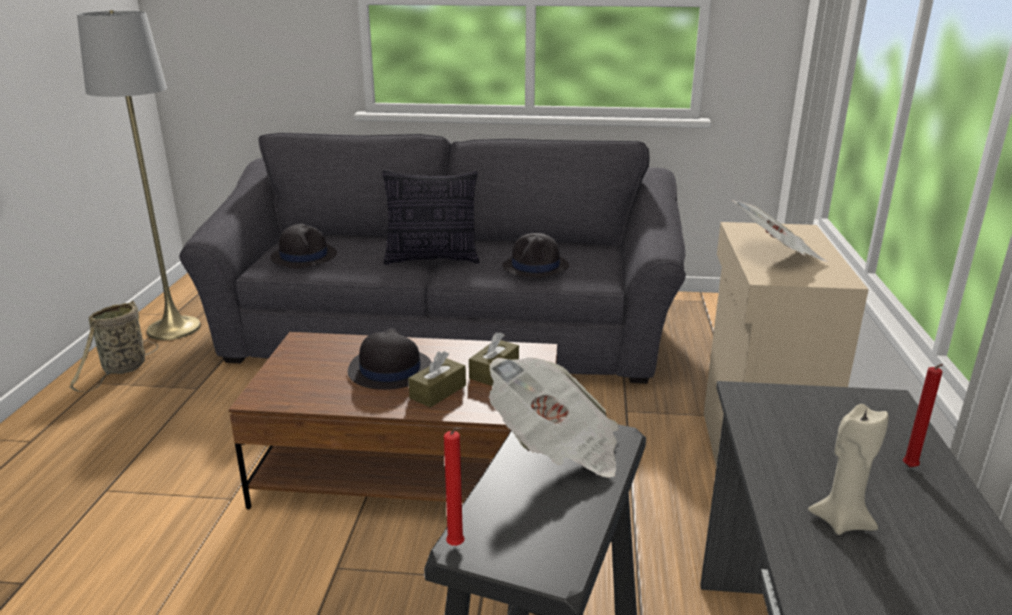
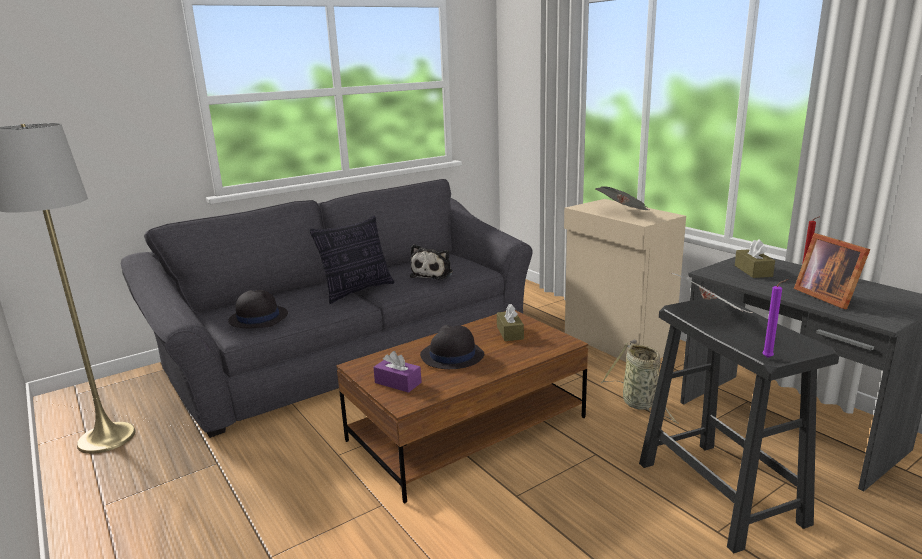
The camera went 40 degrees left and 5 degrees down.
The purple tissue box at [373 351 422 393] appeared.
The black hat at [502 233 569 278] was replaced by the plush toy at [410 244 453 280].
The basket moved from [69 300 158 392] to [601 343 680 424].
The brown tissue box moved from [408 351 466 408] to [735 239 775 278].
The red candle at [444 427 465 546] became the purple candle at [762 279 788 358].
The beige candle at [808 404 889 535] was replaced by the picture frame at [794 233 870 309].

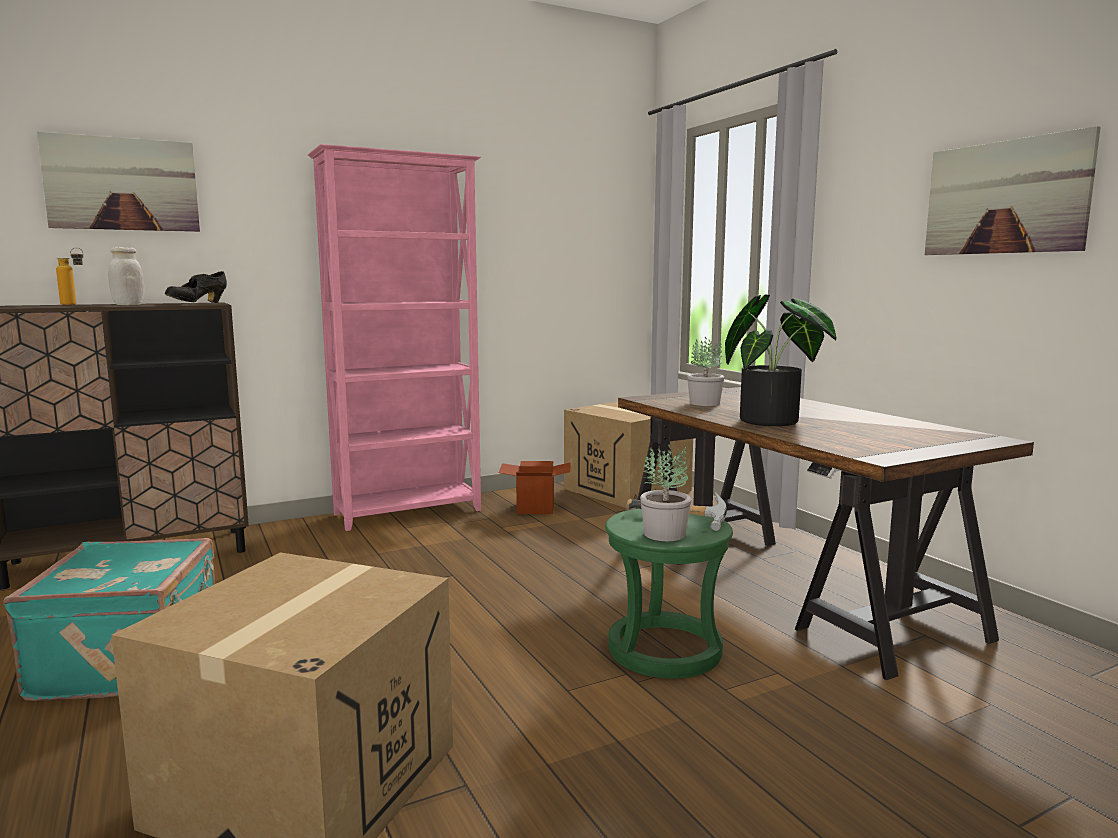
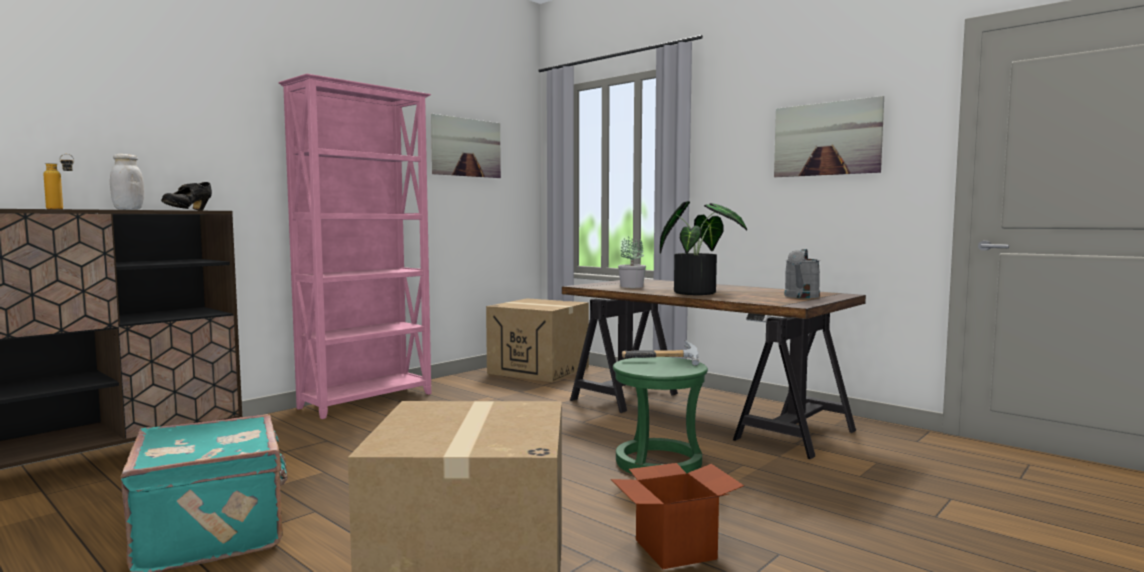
The camera went 20 degrees left and 5 degrees down.
The picture moved from [37 131 200 232] to [431 114 501 178].
The cardboard box moved from [499 461 571 514] to [611 463 744 569].
The grey watering can at [784 249 820 298] appeared.
The potted plant at [640 445 692 541] disappeared.

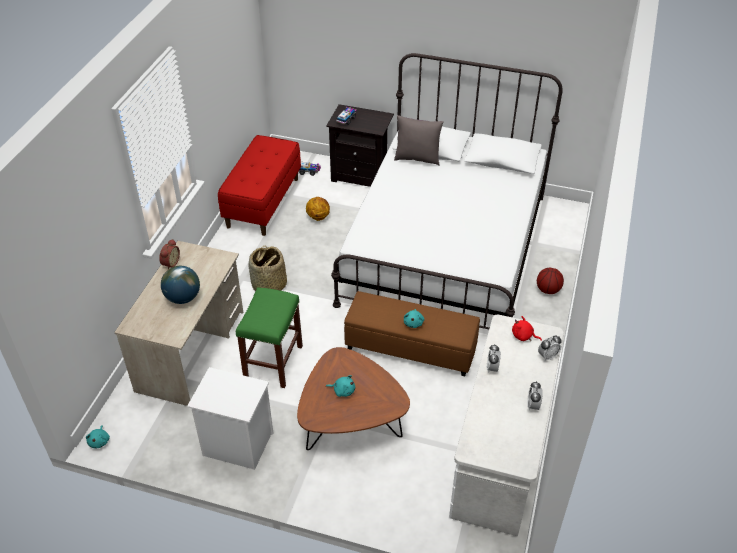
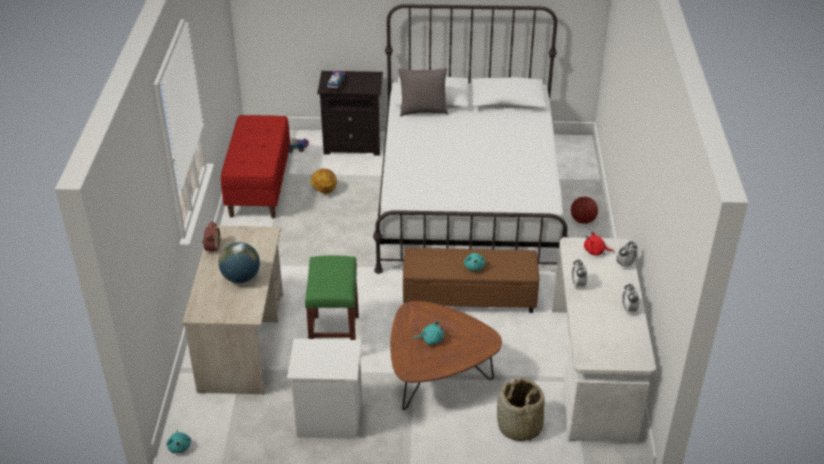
The camera went 15 degrees left and 5 degrees down.
The basket moved from [248 245 287 291] to [497 378 545 443].

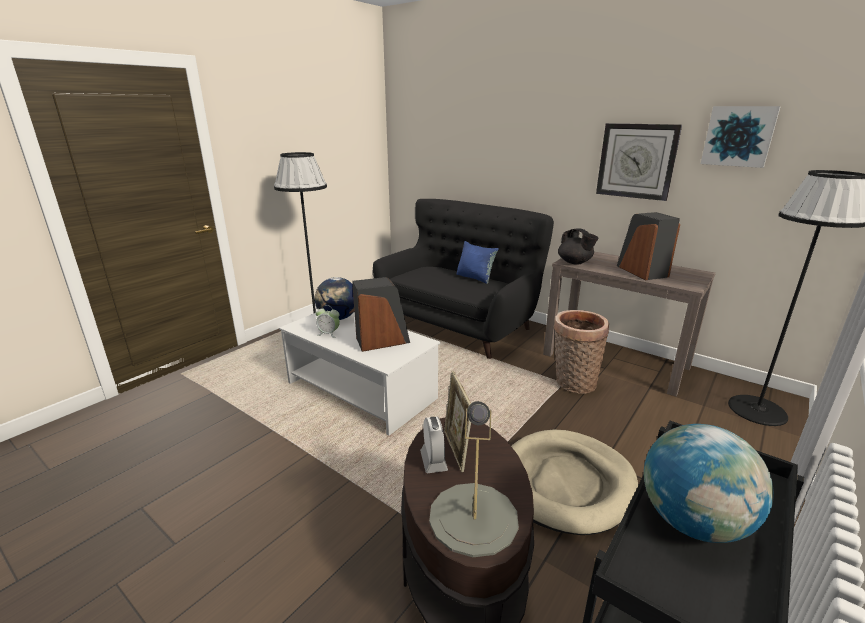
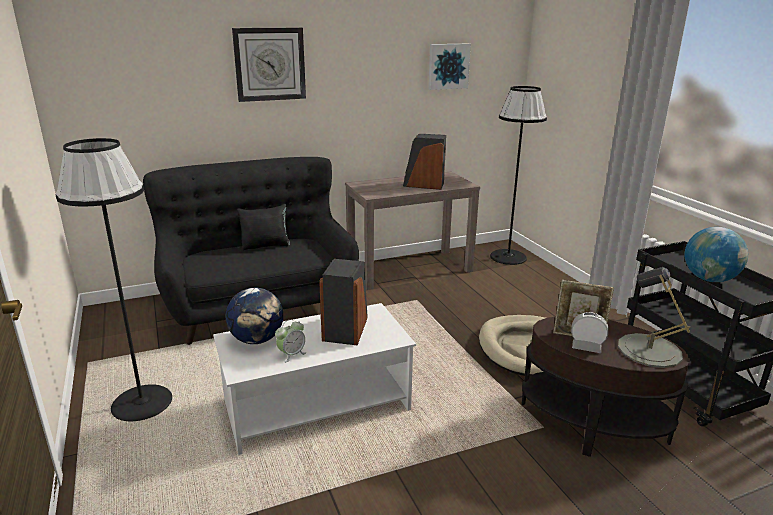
The camera went 60 degrees left and 0 degrees up.
The wall clock moved from [596 123 682 201] to [232 28 306 102].
The blue pillow at [456 241 499 284] became the black pillow at [237 204 290 250].
The basket at [553 310 609 394] disappeared.
The black teapot at [558 228 598 265] disappeared.

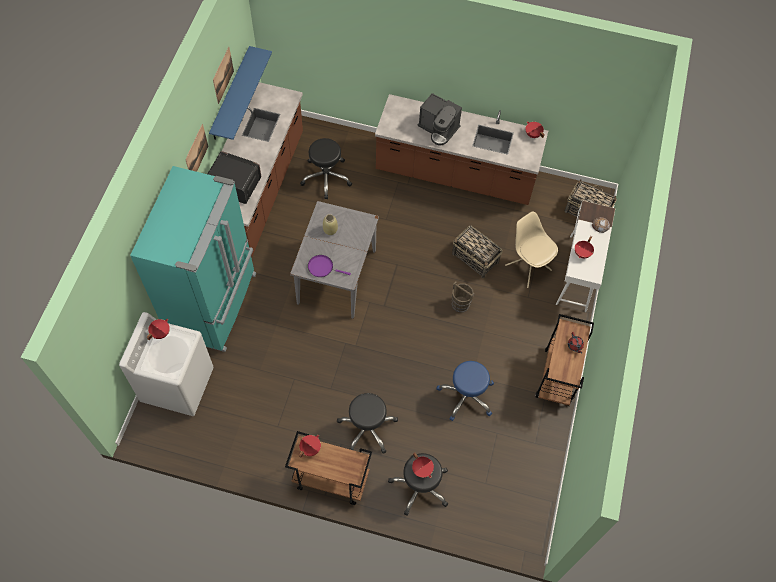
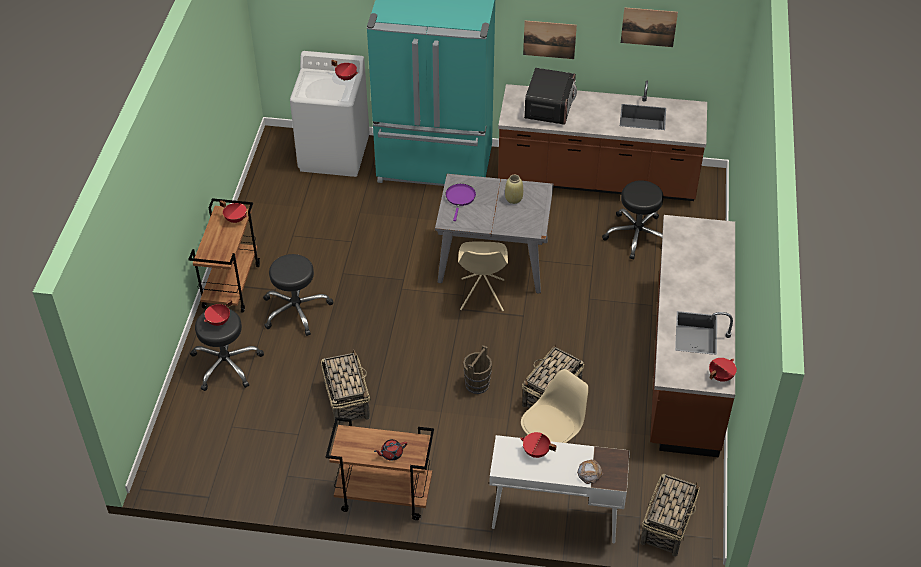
The camera went 85 degrees right and 15 degrees down.
The blue stool at [436 361 494 421] was replaced by the basket at [321 350 371 426].
The beige chair at [458 241 508 311] appeared.
The blue shelf at [209 46 272 140] disappeared.
The coffee machine at [417 93 462 145] disappeared.

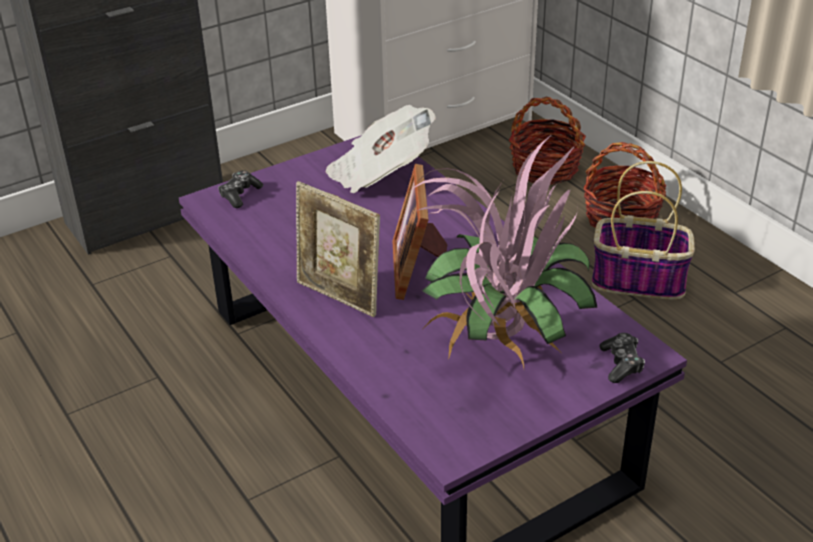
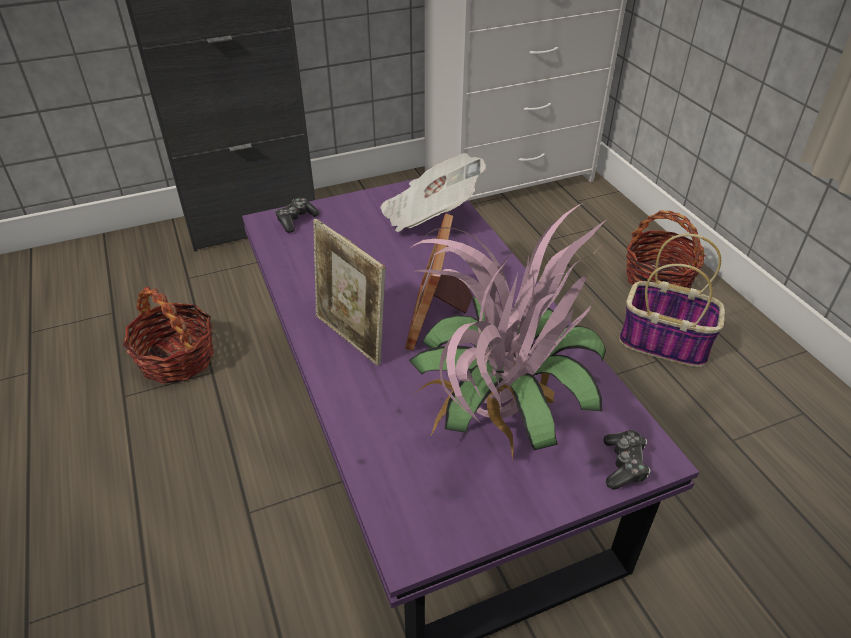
The camera went 10 degrees right and 5 degrees up.
The basket moved from [509 97 586 185] to [123 286 214 384].

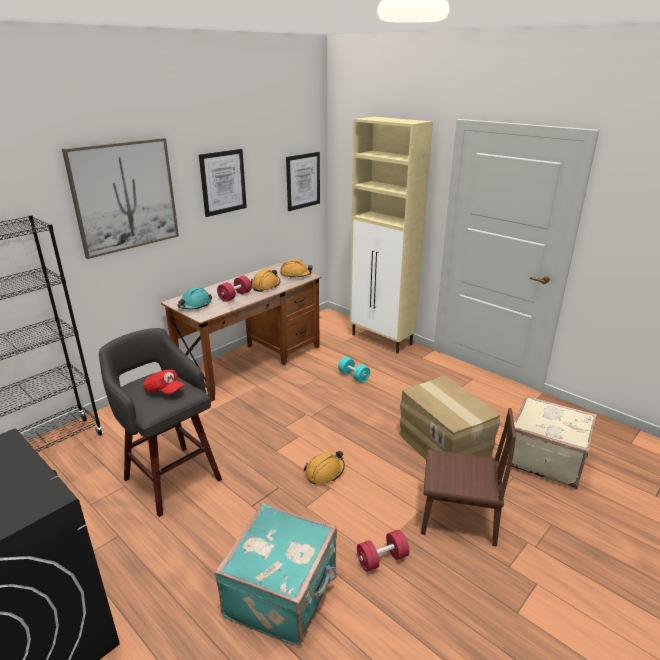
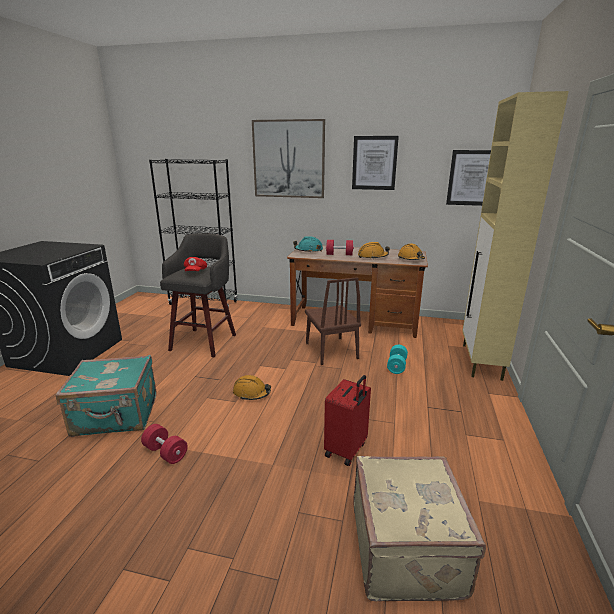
The camera went 60 degrees right and 5 degrees down.
The brown chair moved from [421 408 516 547] to [305 277 361 365].
The cardboard box at [399 376 500 460] was replaced by the red suitcase at [324 375 371 466].

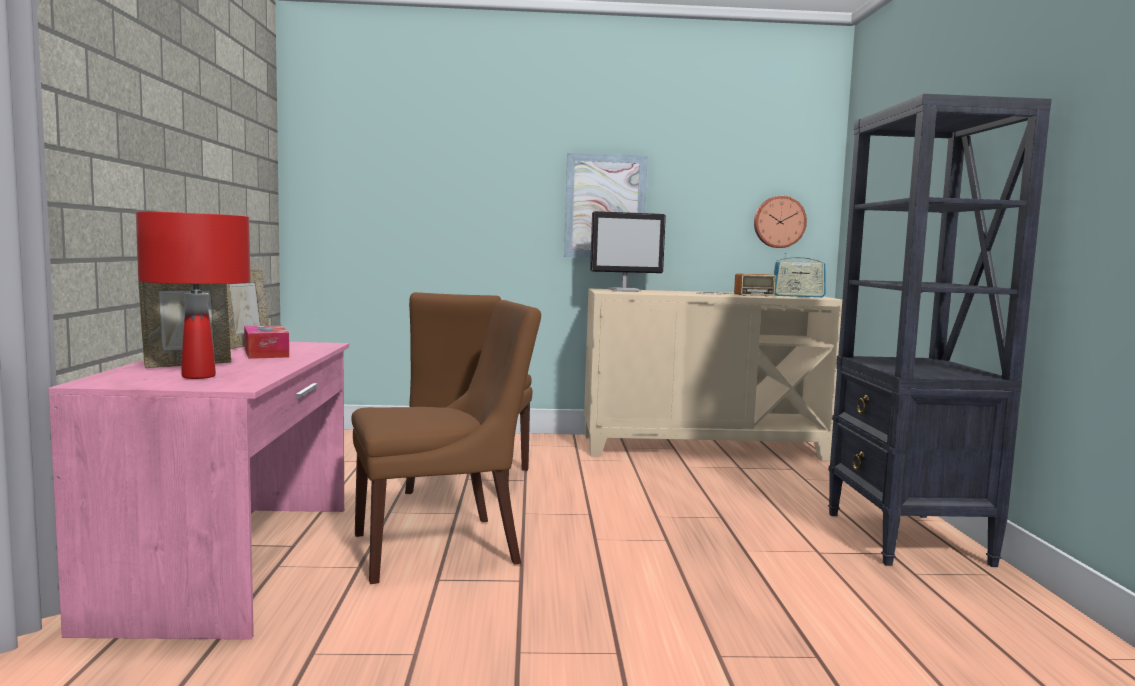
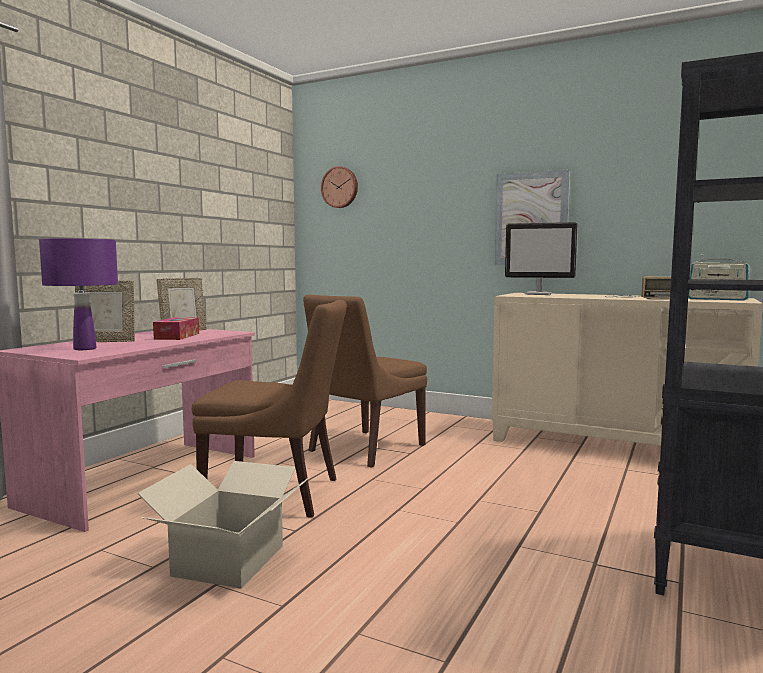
The camera went 30 degrees right and 0 degrees up.
The red table lamp at [136 212 251 379] became the purple table lamp at [39 238 118 350].
The cardboard box at [137 461 310 589] appeared.
The wall clock moved from [754 196 807 248] to [321 166 358 208].

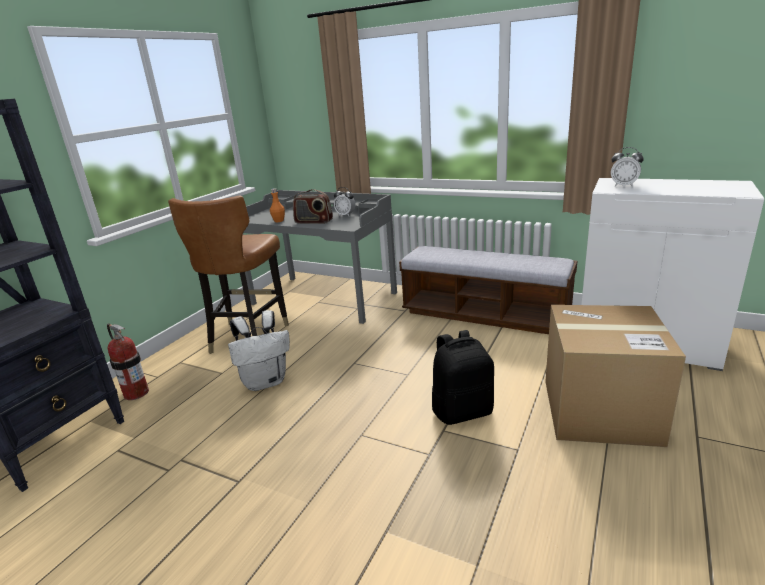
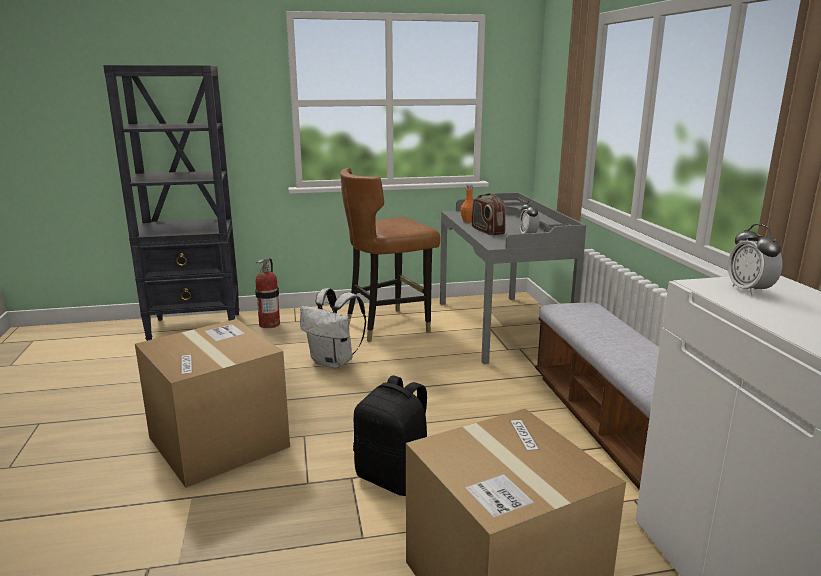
The camera went 50 degrees right and 5 degrees down.
The cardboard box at [135 319 290 488] appeared.

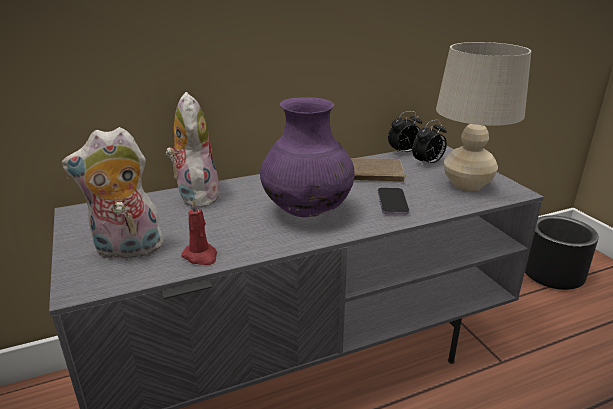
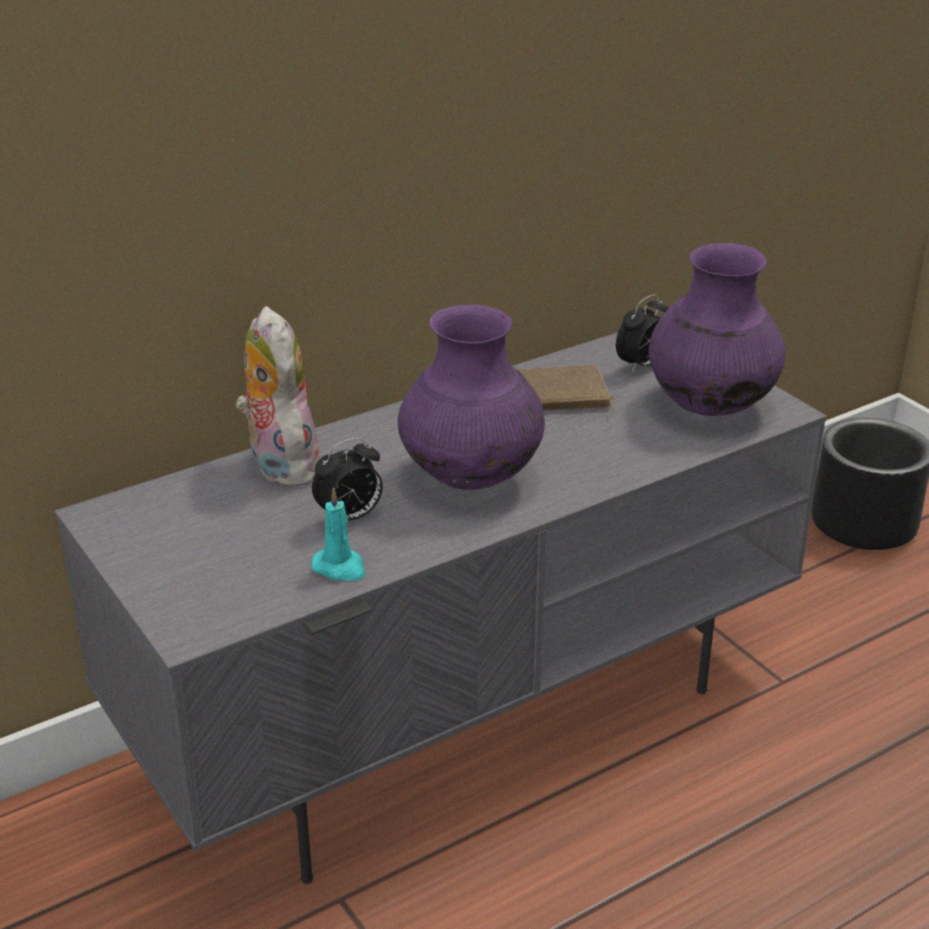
The camera went 10 degrees left and 5 degrees up.
The red candle at [181 199 217 265] became the turquoise candle at [311 488 366 581].
The alarm clock moved from [388 111 422 154] to [312 438 383 520].
The beige table lamp at [436 42 531 191] was replaced by the purple vase at [649 243 785 416].
The plush toy at [61 127 167 260] disappeared.
The phone at [378 188 409 215] disappeared.

